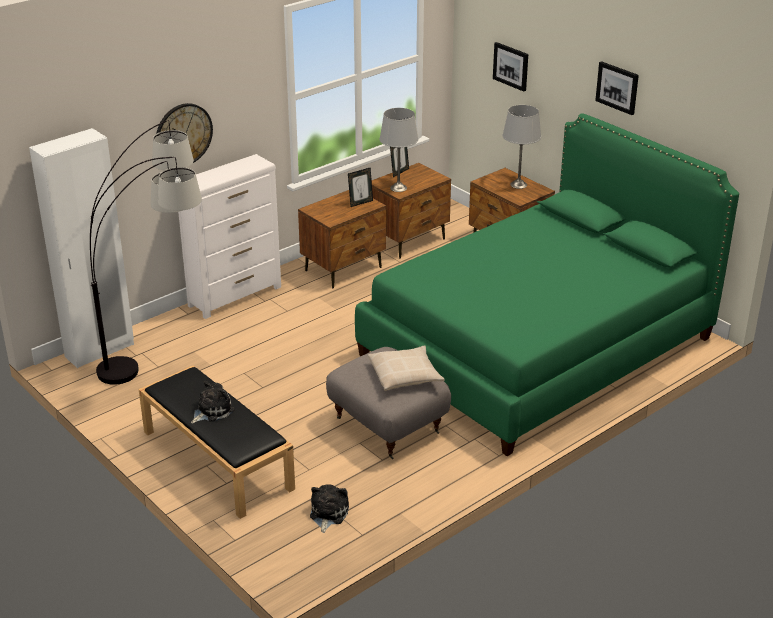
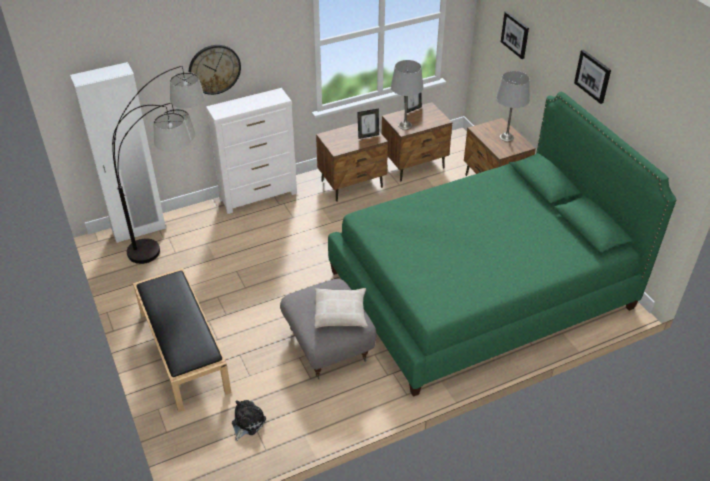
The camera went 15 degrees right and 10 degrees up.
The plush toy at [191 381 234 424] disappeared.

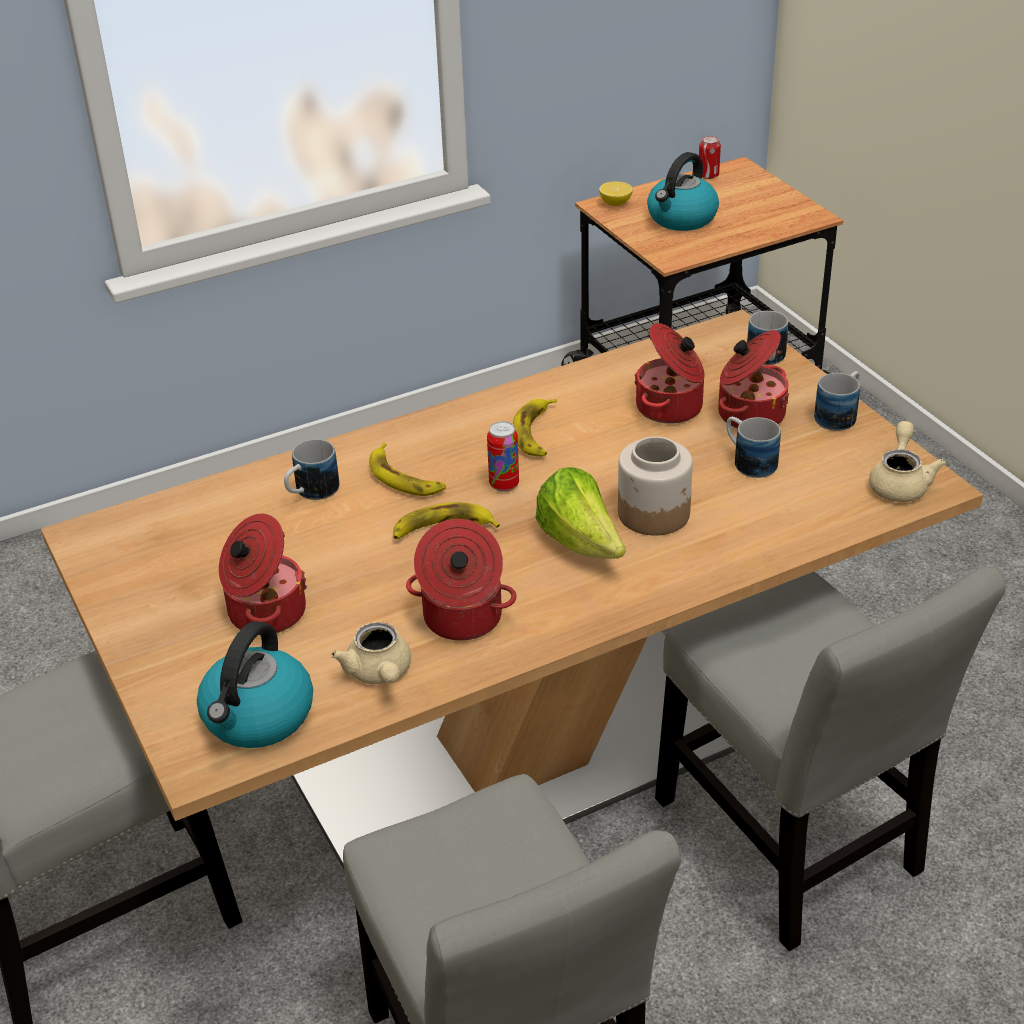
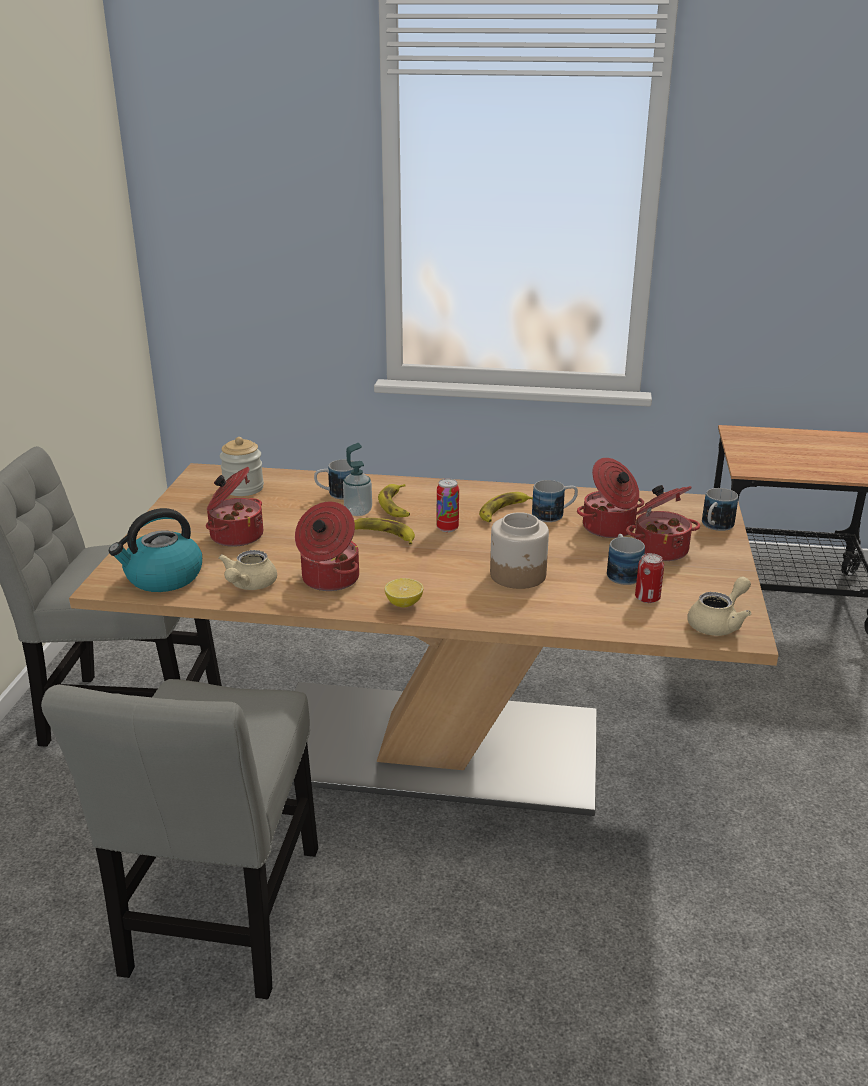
The camera went 35 degrees right and 10 degrees down.
The jar at [220 437 264 496] appeared.
The soap dispenser at [343 443 372 516] appeared.
The lemon moved from [599 181 633 206] to [385 578 424 607].
The mug moved from [814 371 860 431] to [532 480 578 522].
The can moved from [699 136 721 179] to [635 553 664 603].
The lettuce at [535 467 626 559] disappeared.
The kettle at [647 152 719 231] disappeared.
The grey chair at [655 567 1006 951] disappeared.

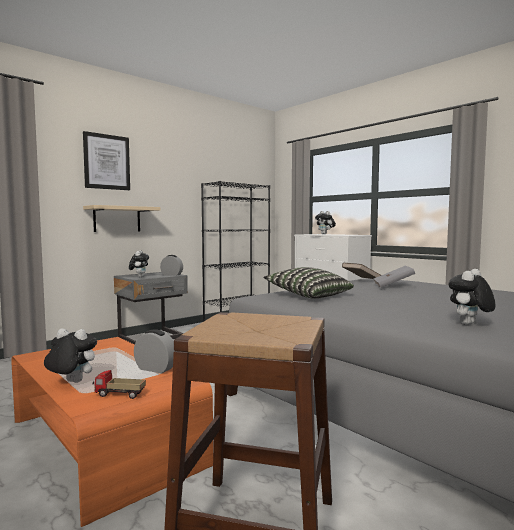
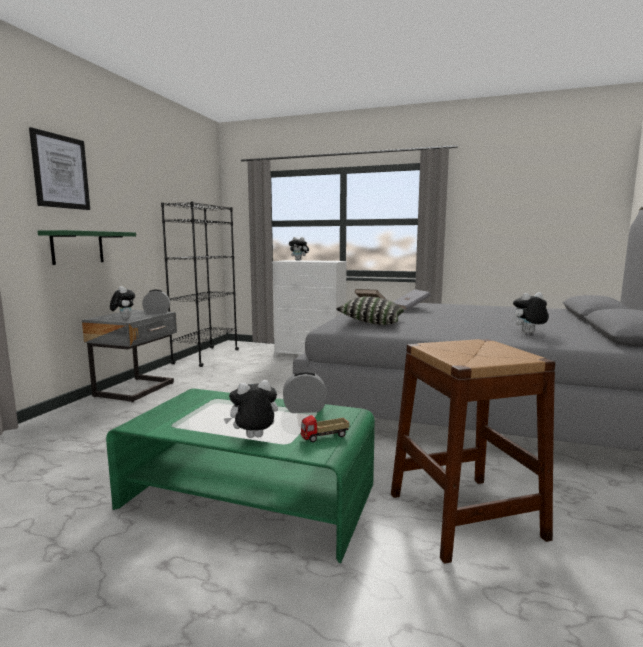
The camera went 30 degrees left and 5 degrees up.
The beige shelf at [83 205 161 232] became the green shelf at [38 230 136 265].
The orange coffee table at [11 337 213 527] became the green coffee table at [106 388 375 563].
The plush toy at [449 269 495 325] turned 60 degrees clockwise.

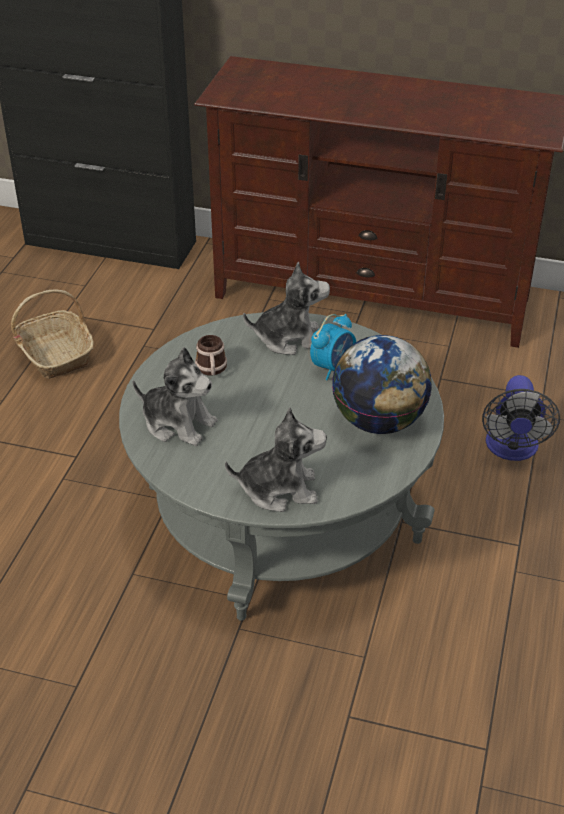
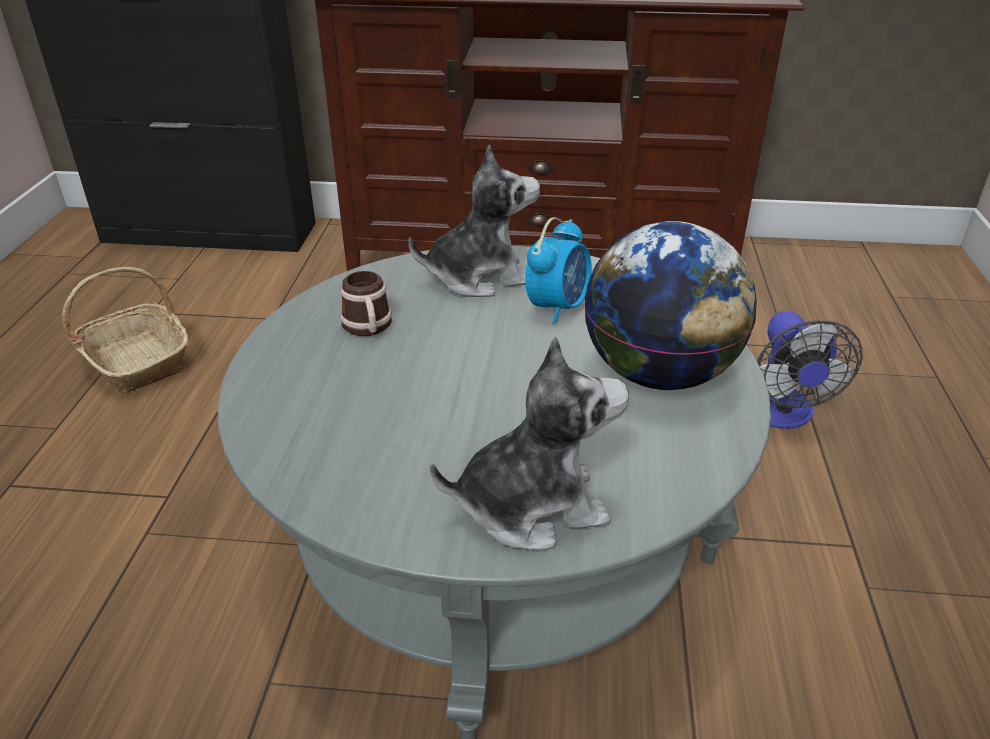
The camera went 10 degrees left and 5 degrees down.
The plush toy at [132 348 218 446] disappeared.

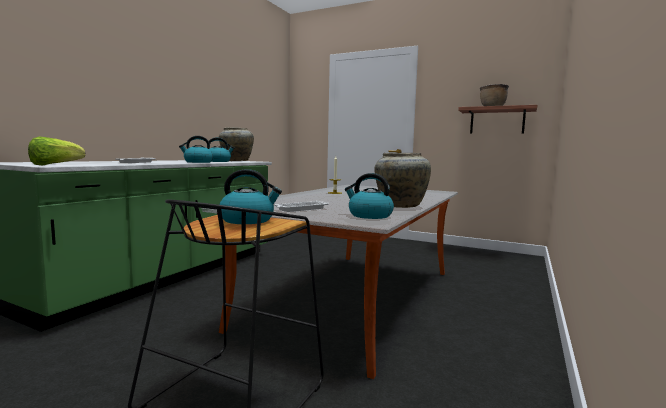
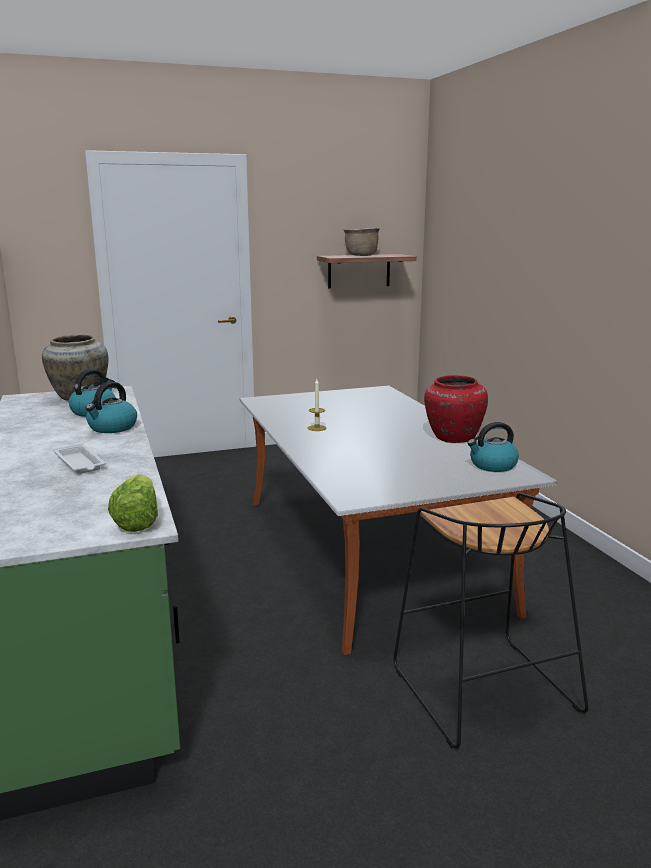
The camera went 45 degrees left and 10 degrees up.
The beige vase at [374 153 431 208] became the red vase at [424 375 488 443].
The kettle at [219 169 282 224] disappeared.
The white tray at [274 200 329 212] disappeared.

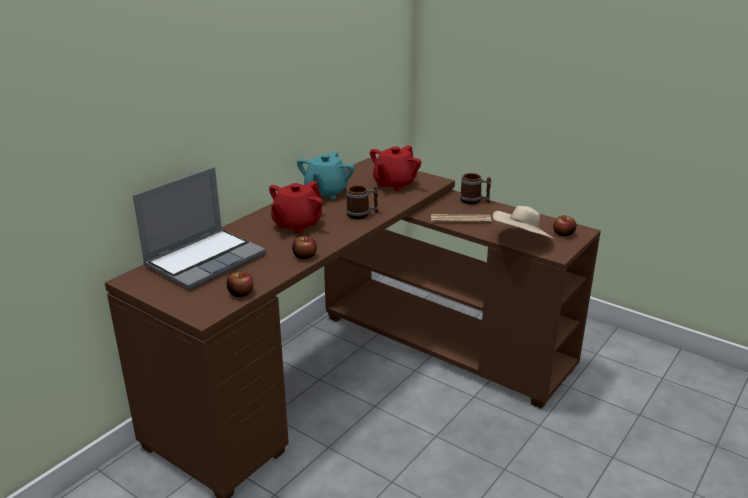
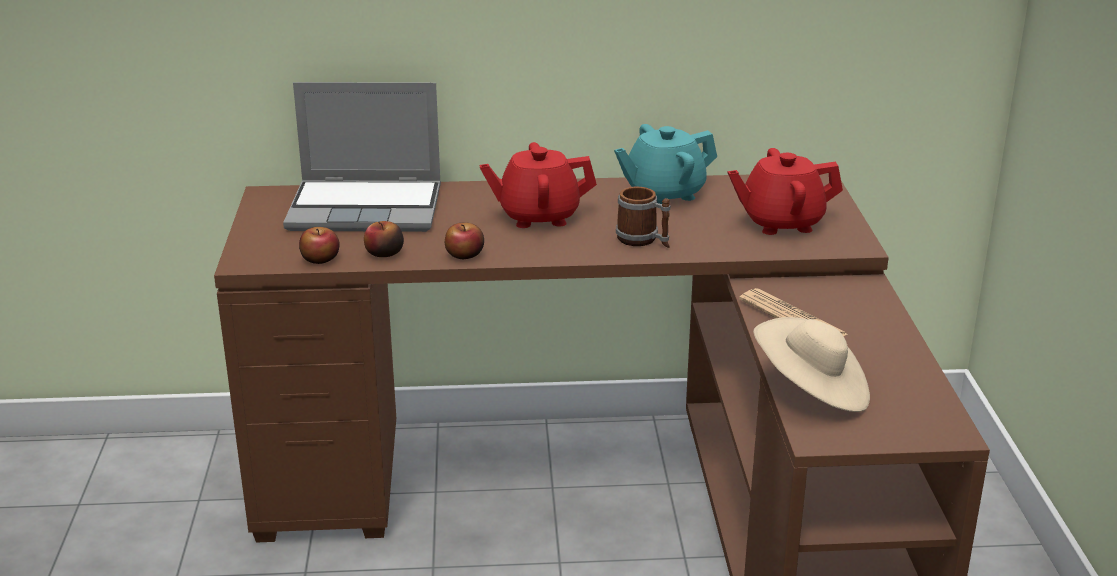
The camera went 50 degrees right and 0 degrees up.
The apple moved from [553 216 576 236] to [364 221 404 257].
The mug at [460 173 491 204] disappeared.

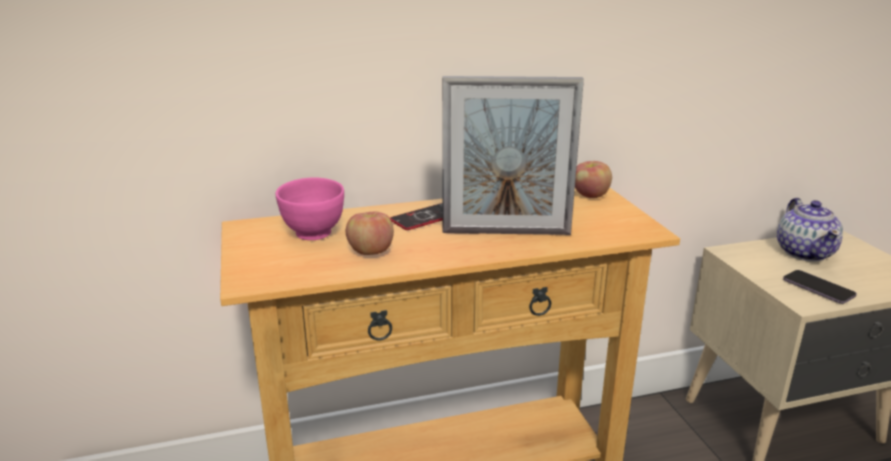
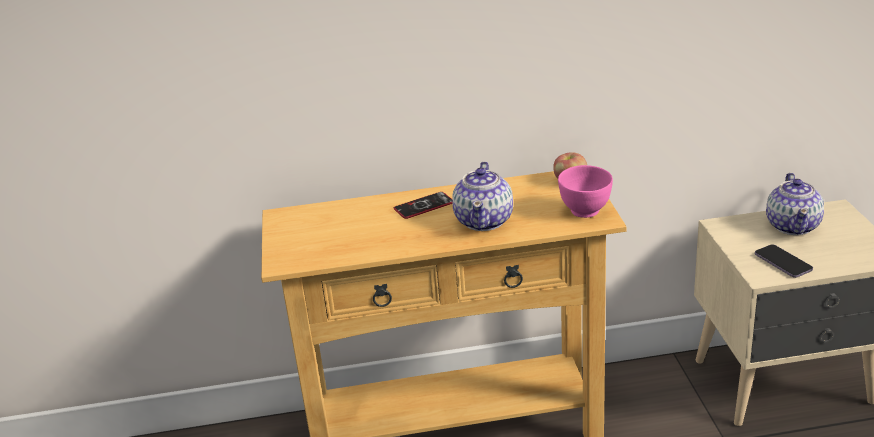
The camera went 10 degrees right and 5 degrees up.
The picture frame at [442 76 584 235] was replaced by the teapot at [452 162 513 231].
The pink bowl moved from [276 177 344 240] to [558 165 613 218].
The apple at [346 211 394 255] disappeared.

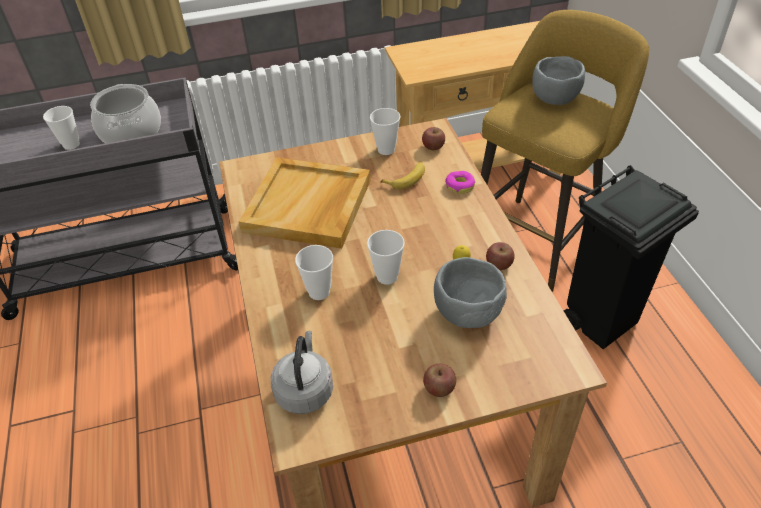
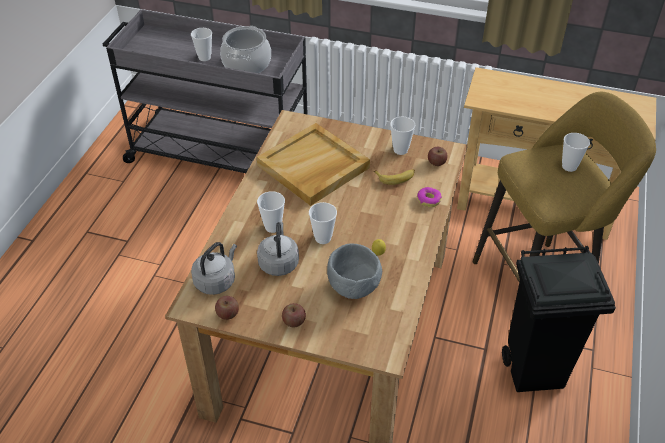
The camera went 30 degrees right and 0 degrees up.
The apple moved from [486 242 515 270] to [215 296 239 320].
The grey kettle at [257 222 299 276] appeared.
The grey bowl at [532 56 585 105] was replaced by the cup at [562 133 590 172].

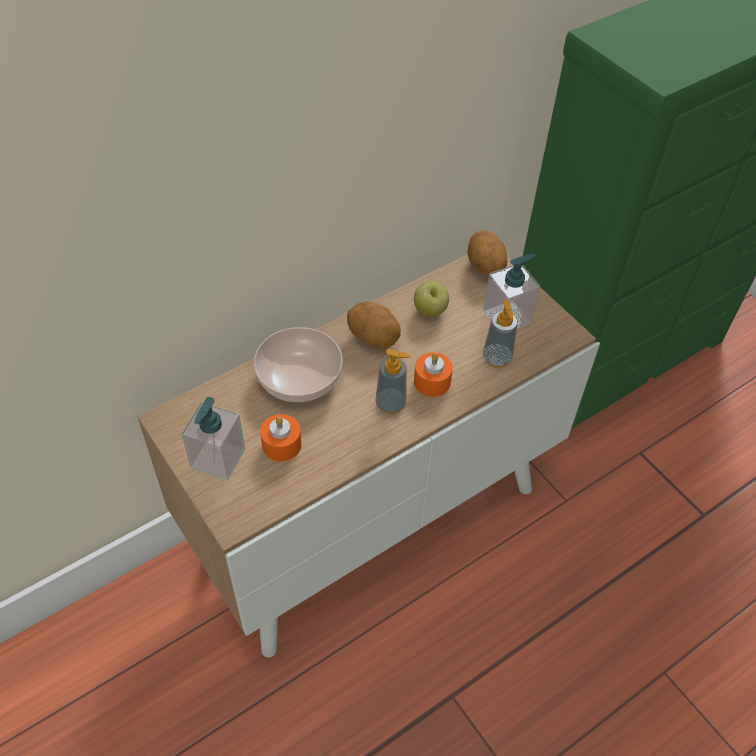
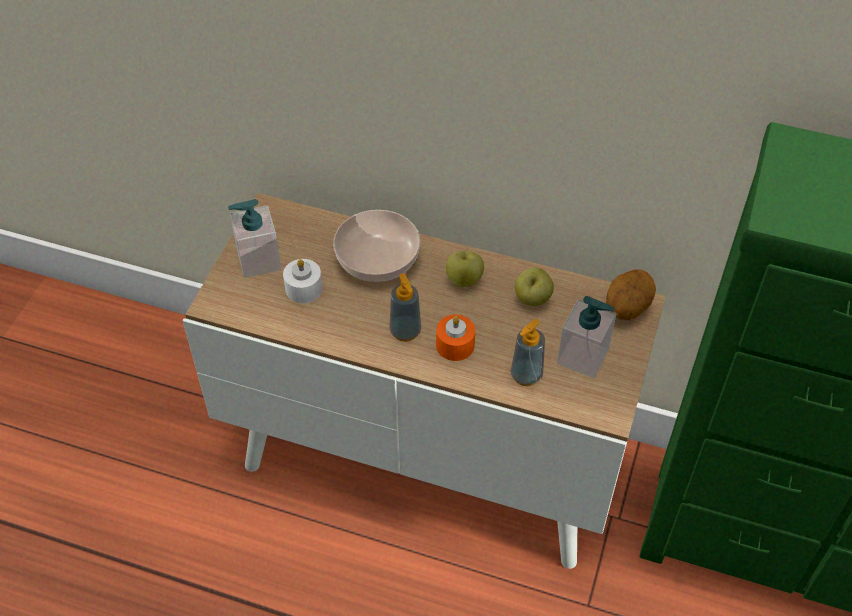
The camera went 55 degrees right and 0 degrees up.
The orange candle at [260 414 301 462] became the white candle at [283 259 323 303].
The potato at [347 302 401 349] was replaced by the apple at [446 251 484 287].

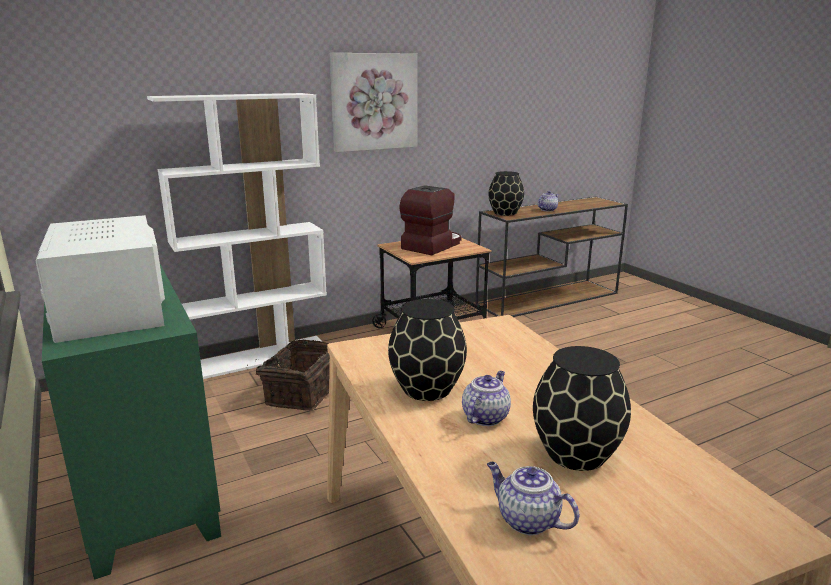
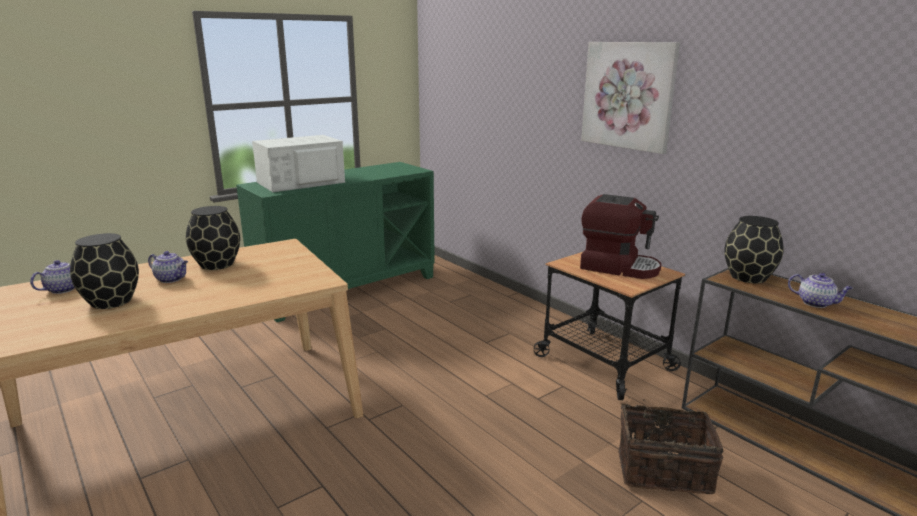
The camera went 80 degrees right and 0 degrees up.
The basket moved from [247 340 330 411] to [618 397 724 494].
The white bookcase at [147 93 327 379] disappeared.

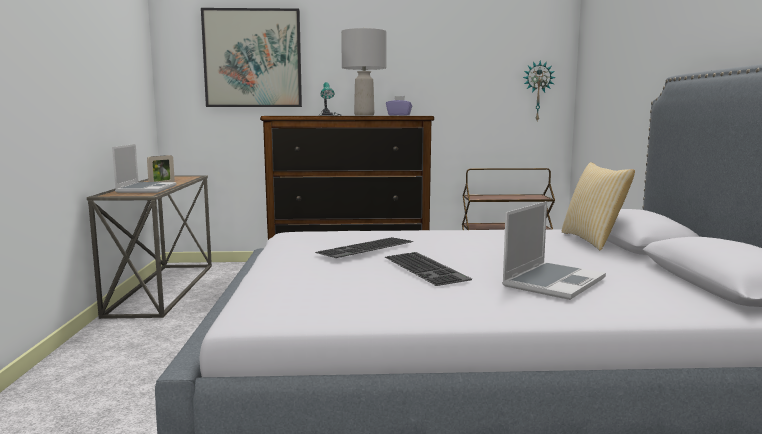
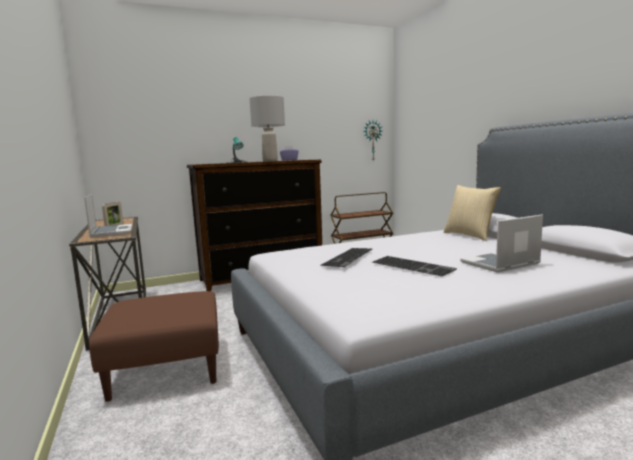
The camera went 20 degrees left and 0 degrees up.
The brown ottoman at [89 291 219 402] appeared.
The laptop at [502 201 606 300] turned 135 degrees counterclockwise.
The picture at [201 8 302 107] disappeared.

